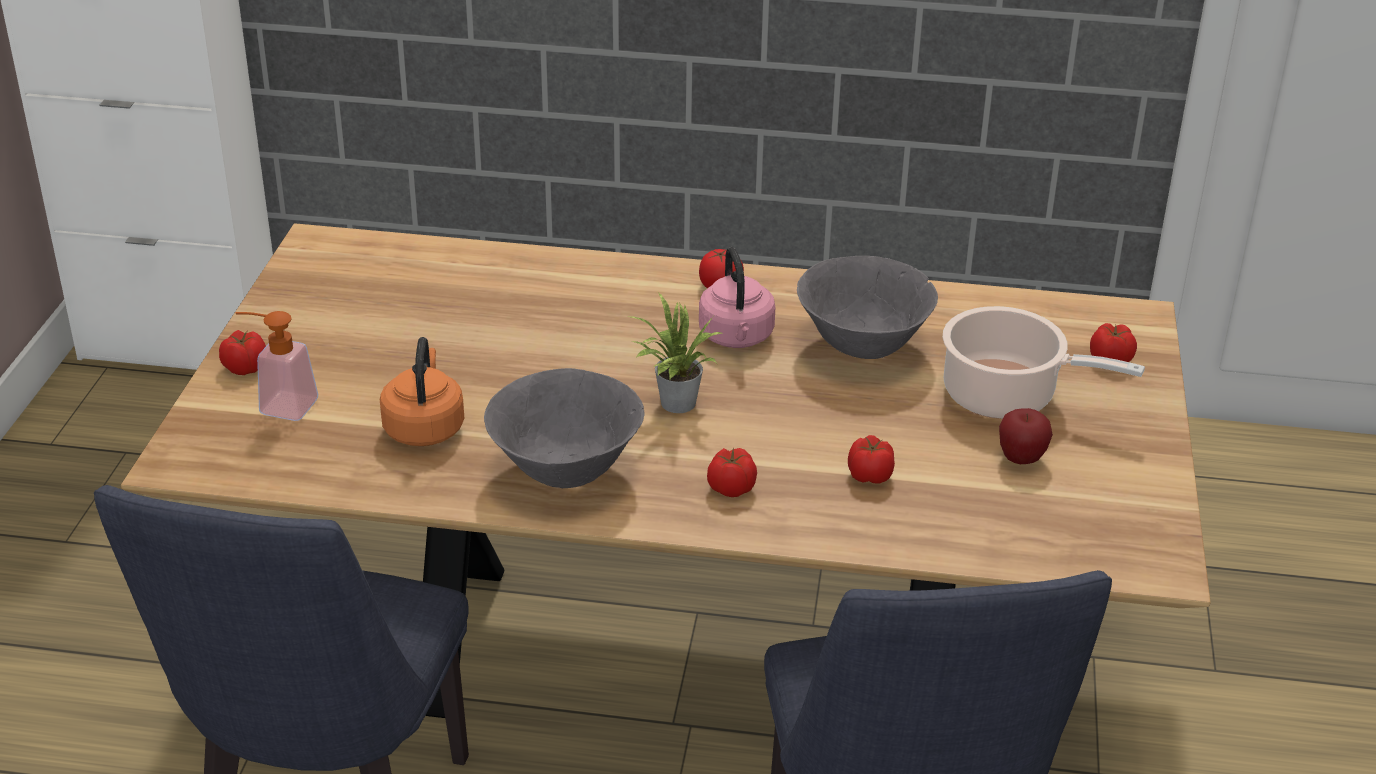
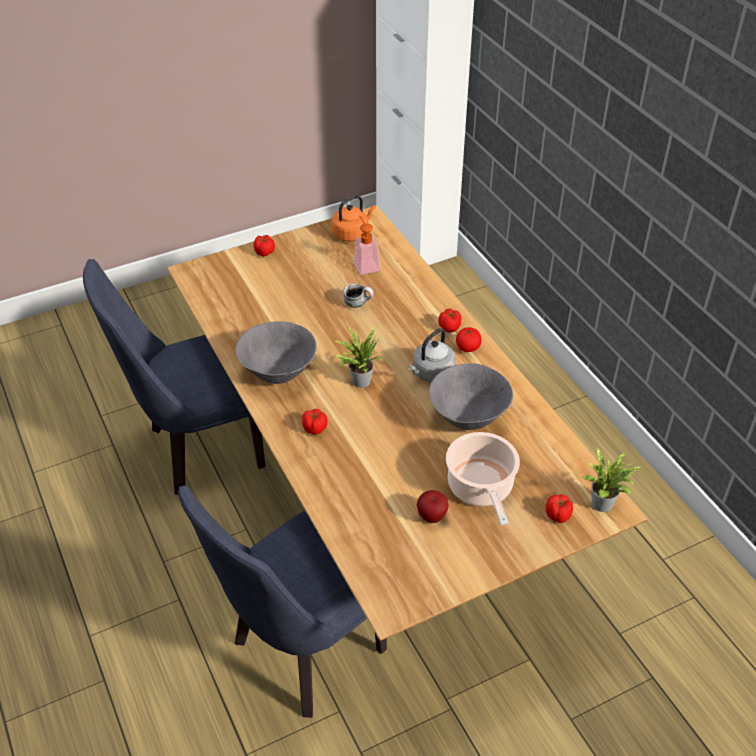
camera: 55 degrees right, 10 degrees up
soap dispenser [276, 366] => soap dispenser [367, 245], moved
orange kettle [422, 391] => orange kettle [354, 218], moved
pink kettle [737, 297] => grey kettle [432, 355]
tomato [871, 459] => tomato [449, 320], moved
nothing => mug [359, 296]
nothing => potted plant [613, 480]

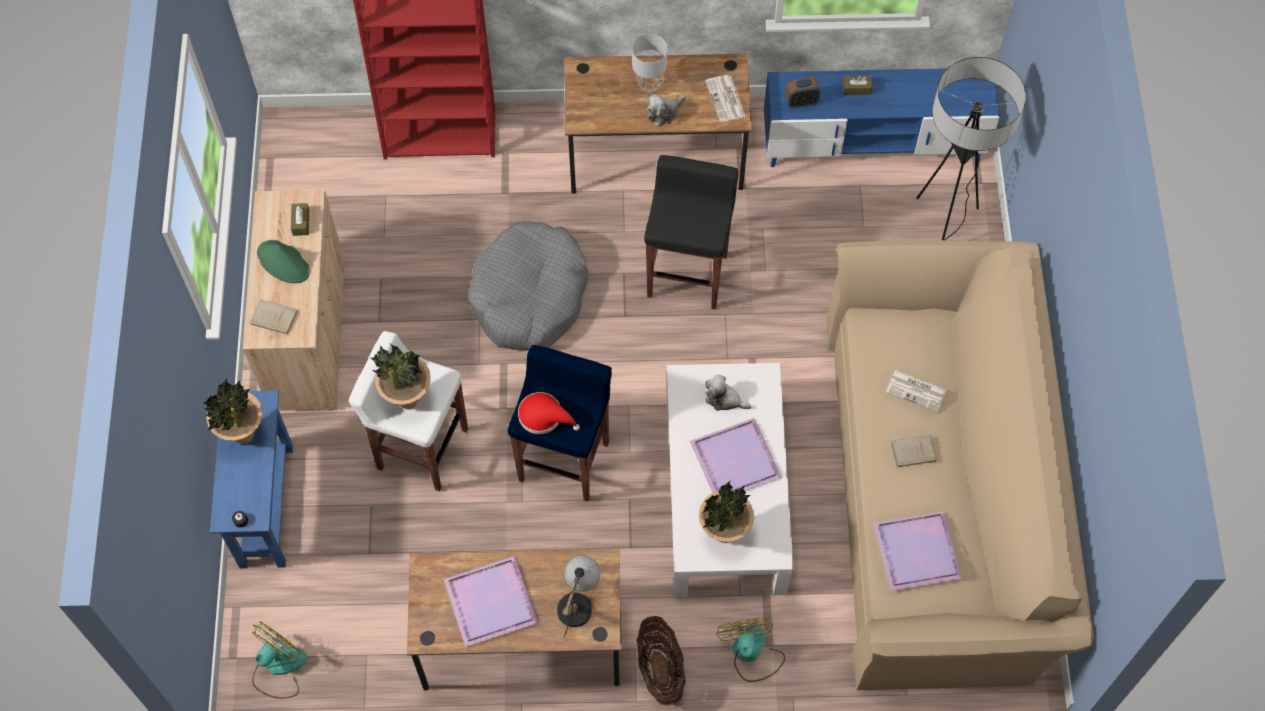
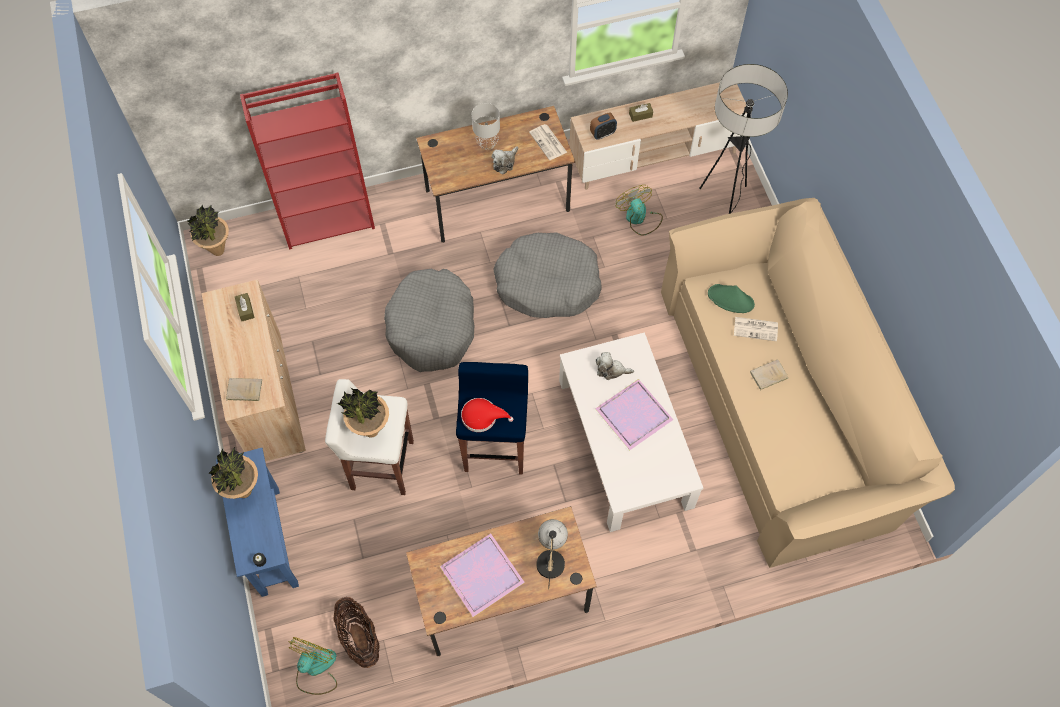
camera: 15 degrees left, 0 degrees up
green hat [283, 261] => green hat [731, 298], moved
basket [661, 661] => basket [356, 632], moved
black stool [691, 232] => grey dog bed [547, 275]
potted plant [726, 512] => potted plant [208, 230], moved
fan [750, 650] => fan [639, 210], moved
blue tv stand [881, 117] => beige tv stand [658, 136]
purple tray [917, 551] => nothing

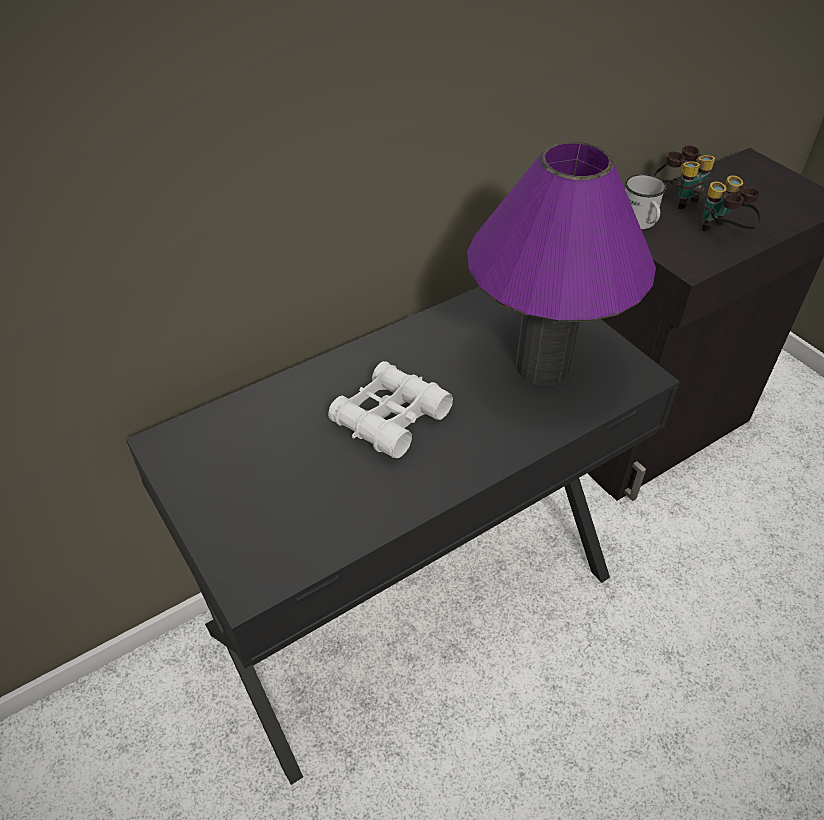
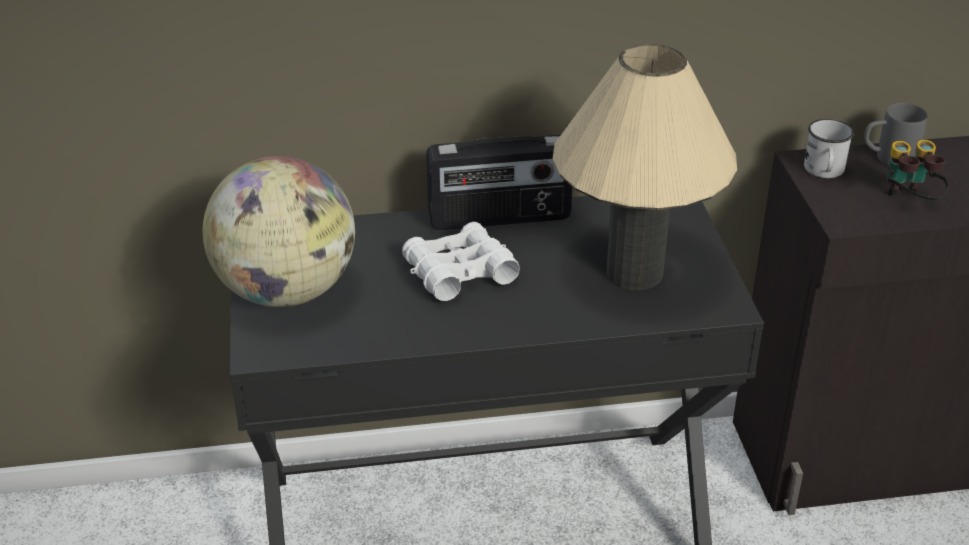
camera: 25 degrees right, 10 degrees down
purple table lamp [561, 263] => beige table lamp [645, 167]
binoculars [684, 177] => grey mug [896, 134]
nothing => globe [279, 231]
nothing => radio [499, 182]

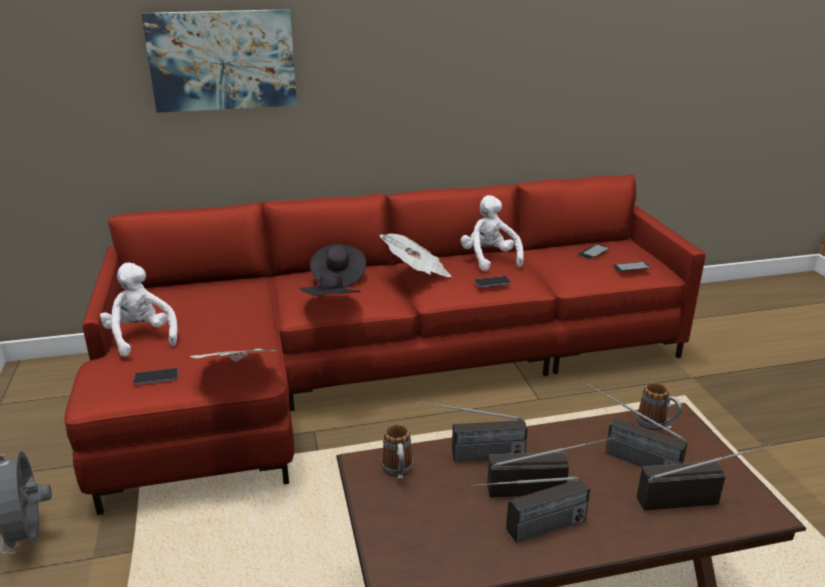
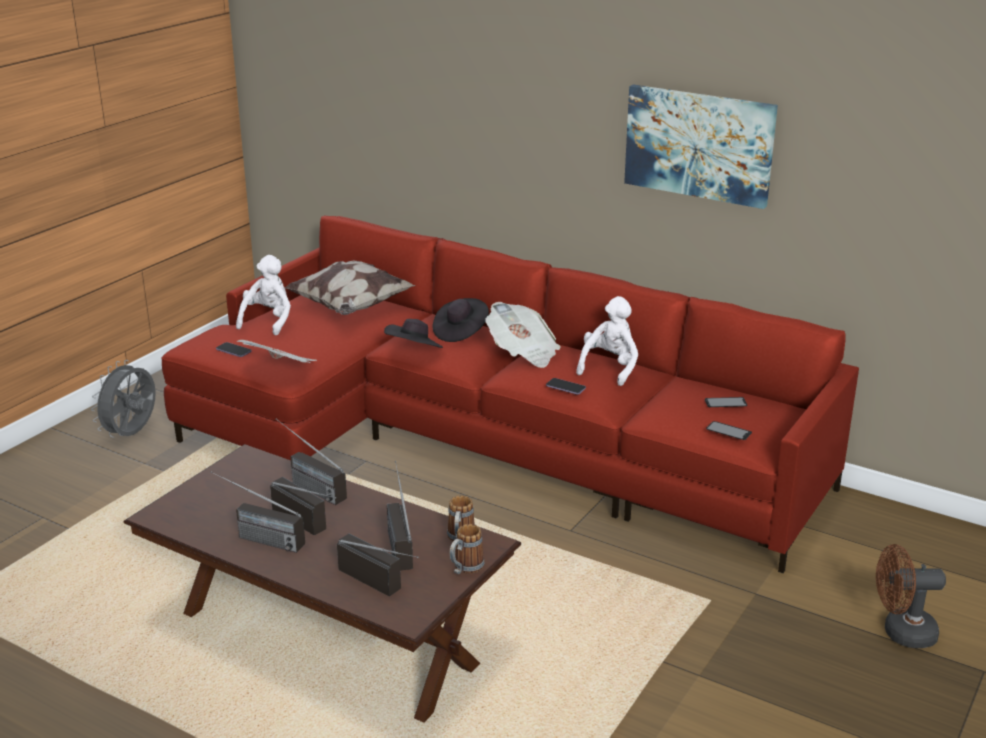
camera: 45 degrees right, 0 degrees up
picture [219, 61] => picture [701, 146], moved
mug [397, 452] => mug [467, 549], moved
nothing => pillow [350, 287]
nothing => brown fan [911, 596]

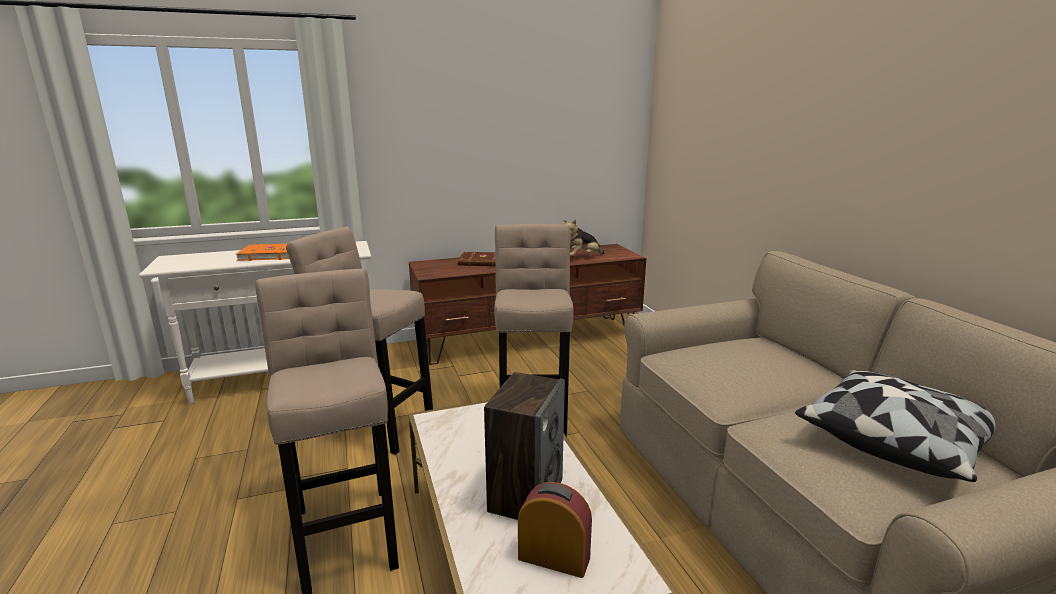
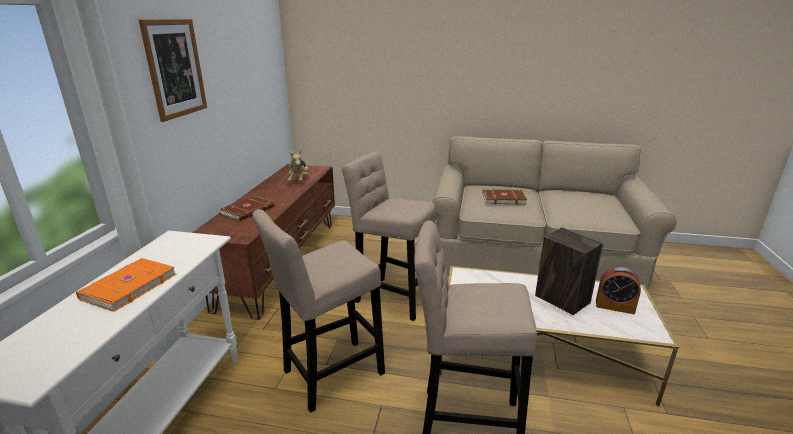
camera: 60 degrees left, 5 degrees up
alarm clock [555, 530] => alarm clock [618, 290], 120 degrees counterclockwise
pillow [895, 426] => nothing
nothing => picture [173, 70]
nothing => brown book [504, 197]

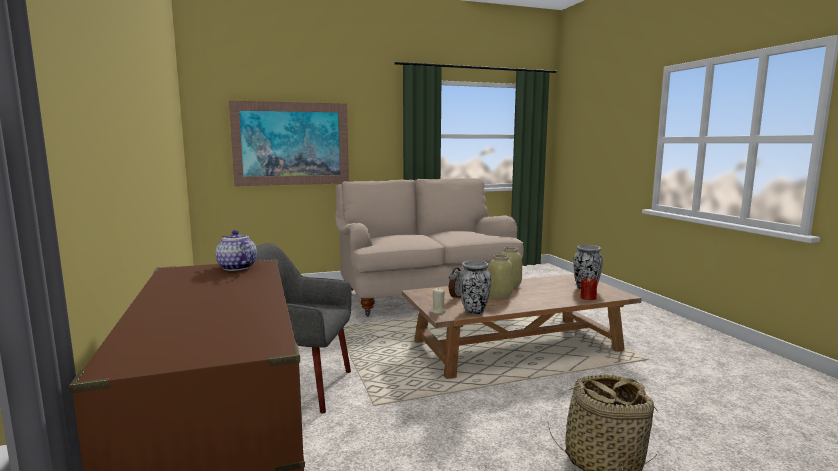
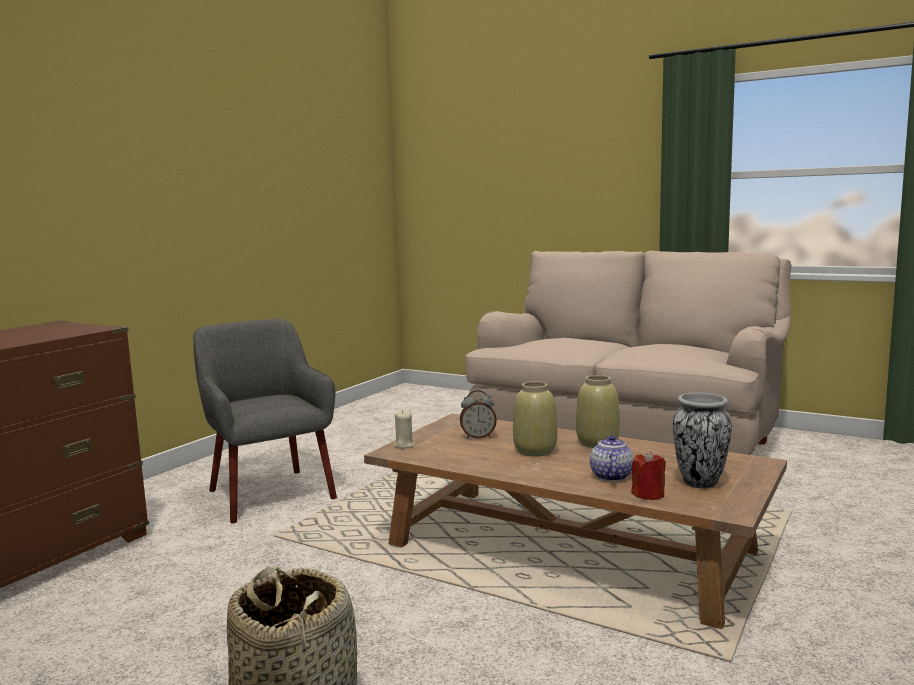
camera: 50 degrees right, 0 degrees up
teapot [236, 250] => teapot [612, 458], moved
picture [289, 143] => nothing
vase [475, 288] => nothing

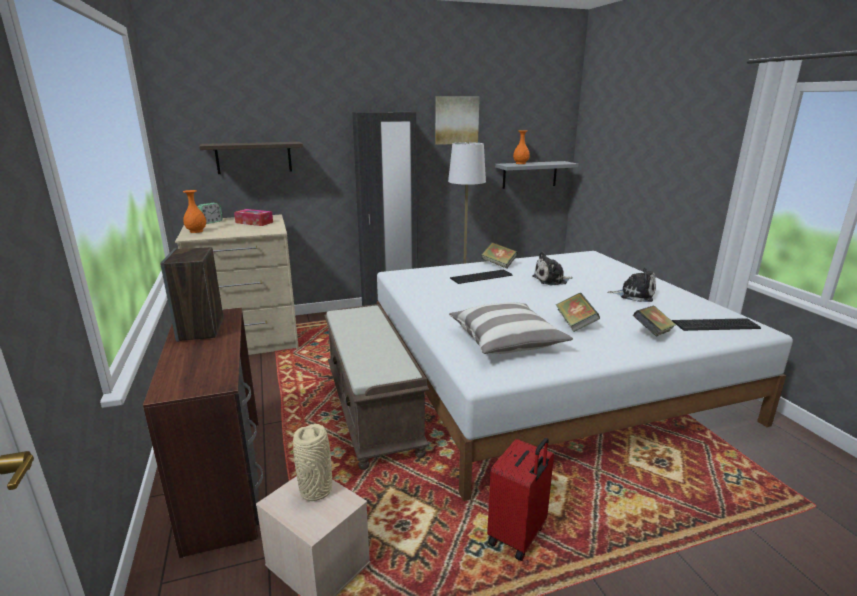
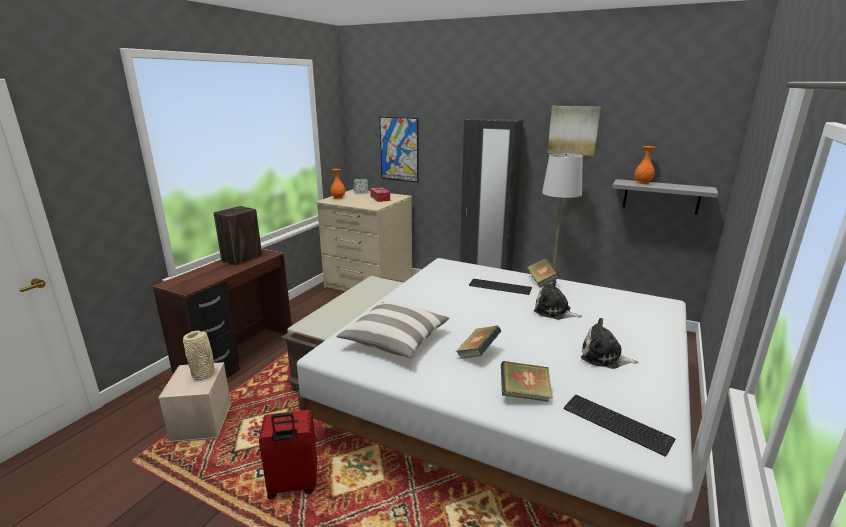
camera: 45 degrees right, 0 degrees up
shelf [251, 158] => picture [399, 149]
plush toy [631, 285] => plush toy [609, 343], 135 degrees clockwise

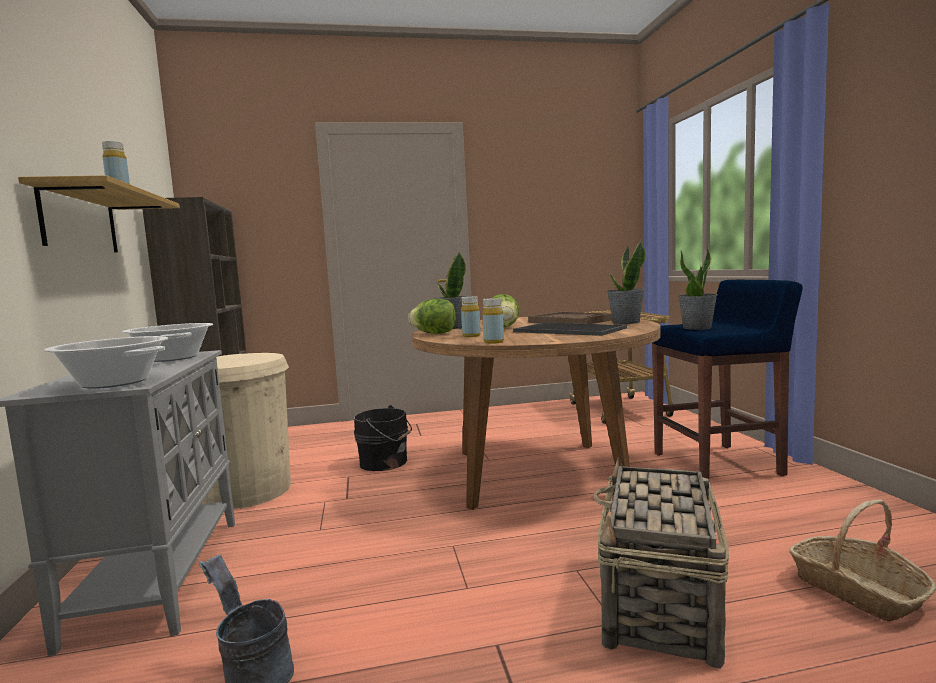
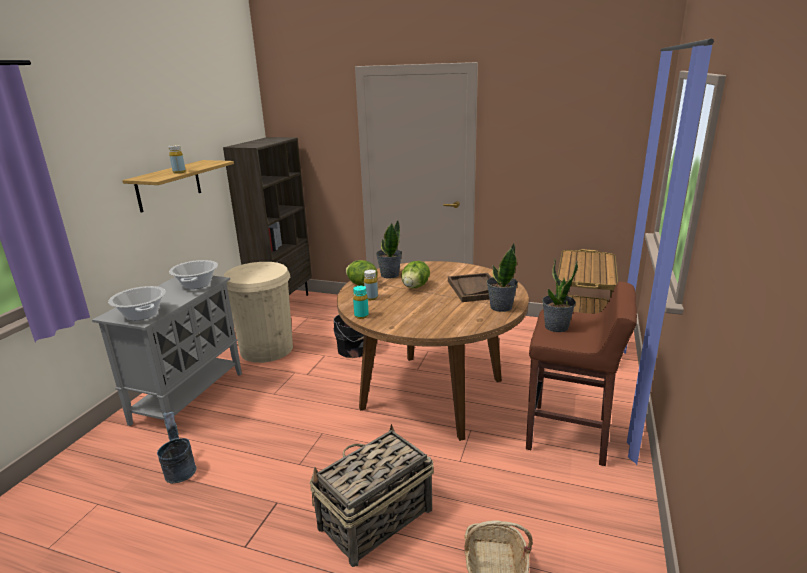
camera: 30 degrees right, 15 degrees up
yellow bottle [493, 321] => turquoise bottle [361, 302]
tray [570, 329] => nothing
blue stool [727, 379] => brown stool [581, 374]

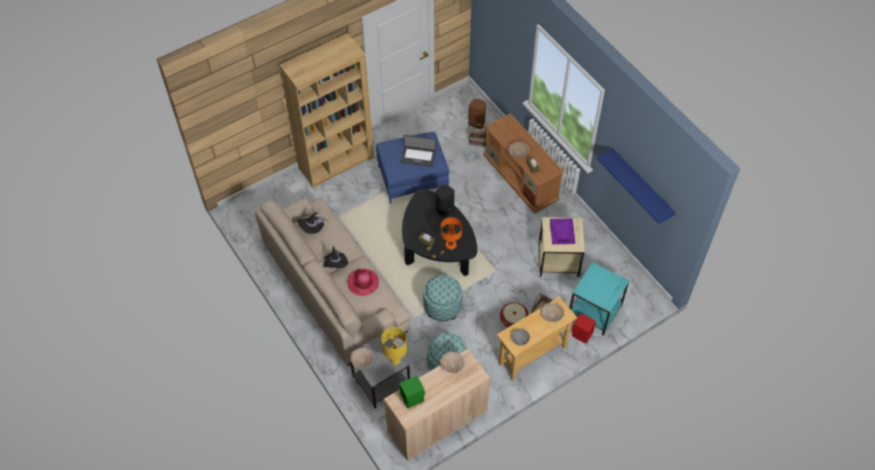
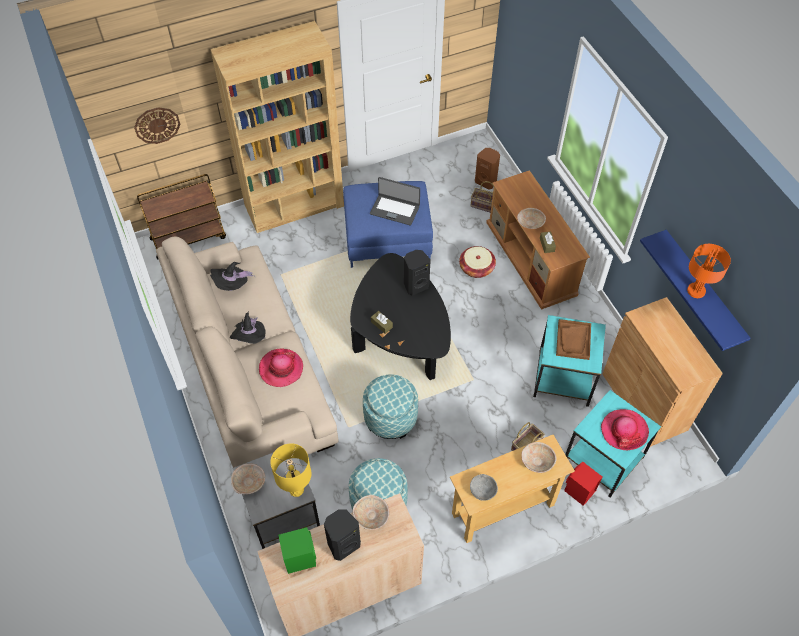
camera: 10 degrees right, 0 degrees up
orange table lamp [451, 233] => orange table lamp [709, 271], moved
basket [514, 314] => basket [477, 262], moved
beige side table [562, 247] => turquoise side table [569, 361]
purple tray [562, 231] => brown tray [573, 339]
nothing => wall clock [157, 125]
nothing => brown cart [181, 217]
nothing => black speaker [342, 535]
nothing => hat [625, 429]
nothing => brown cabinet [662, 372]

